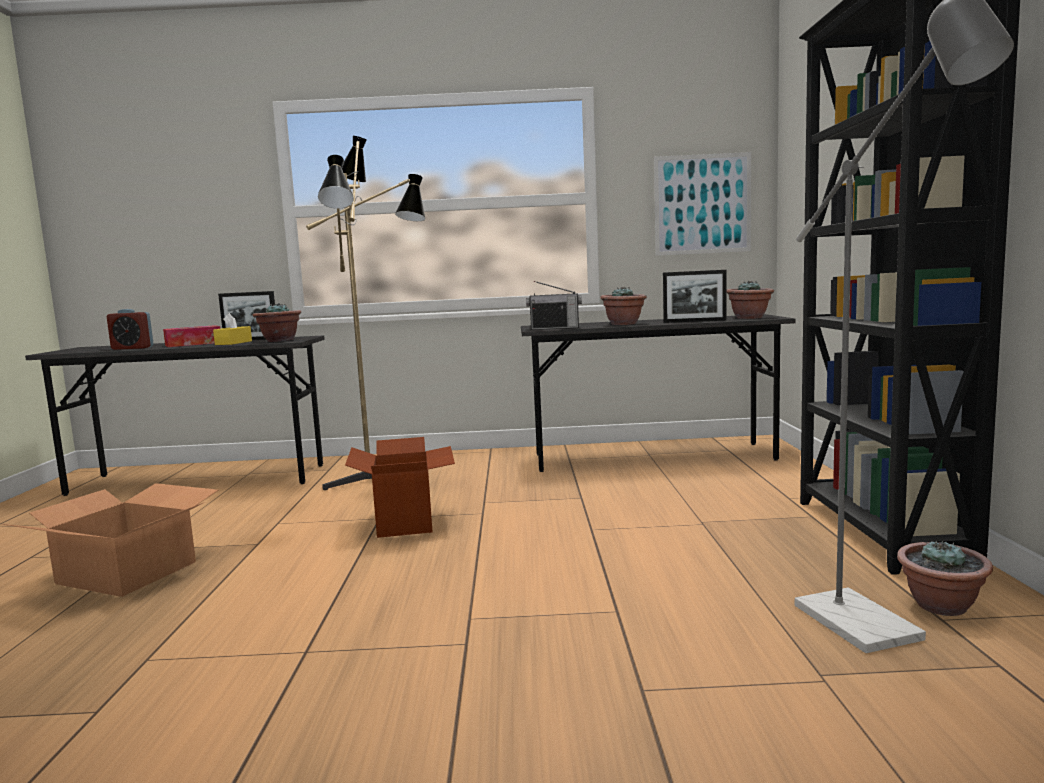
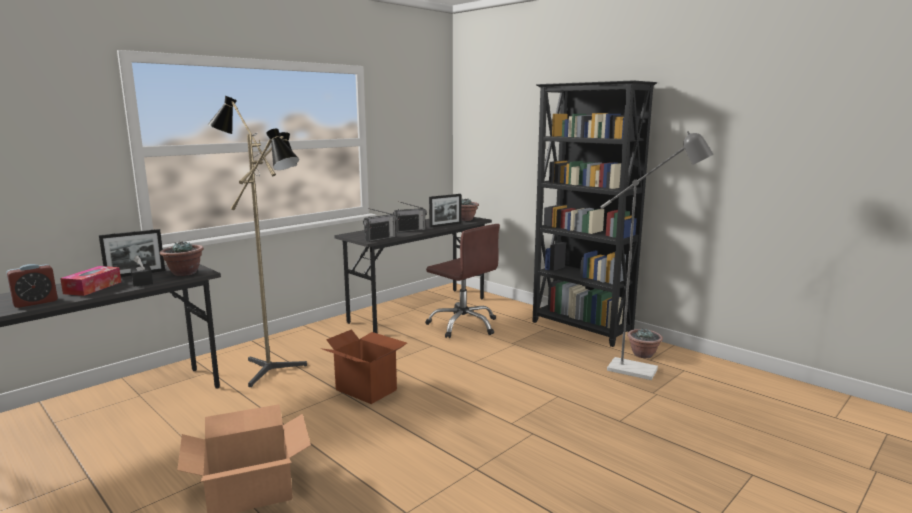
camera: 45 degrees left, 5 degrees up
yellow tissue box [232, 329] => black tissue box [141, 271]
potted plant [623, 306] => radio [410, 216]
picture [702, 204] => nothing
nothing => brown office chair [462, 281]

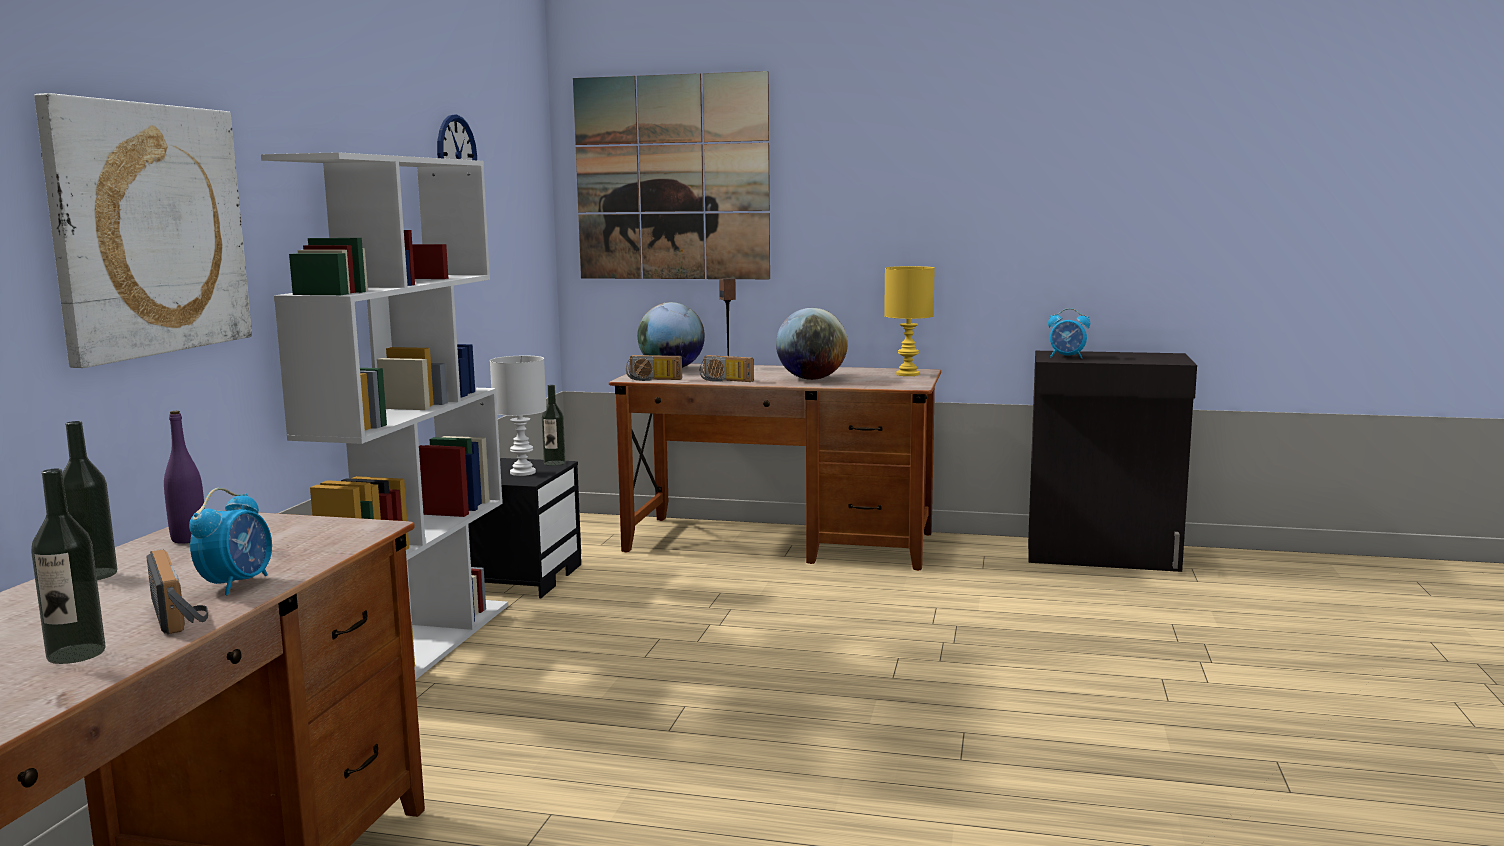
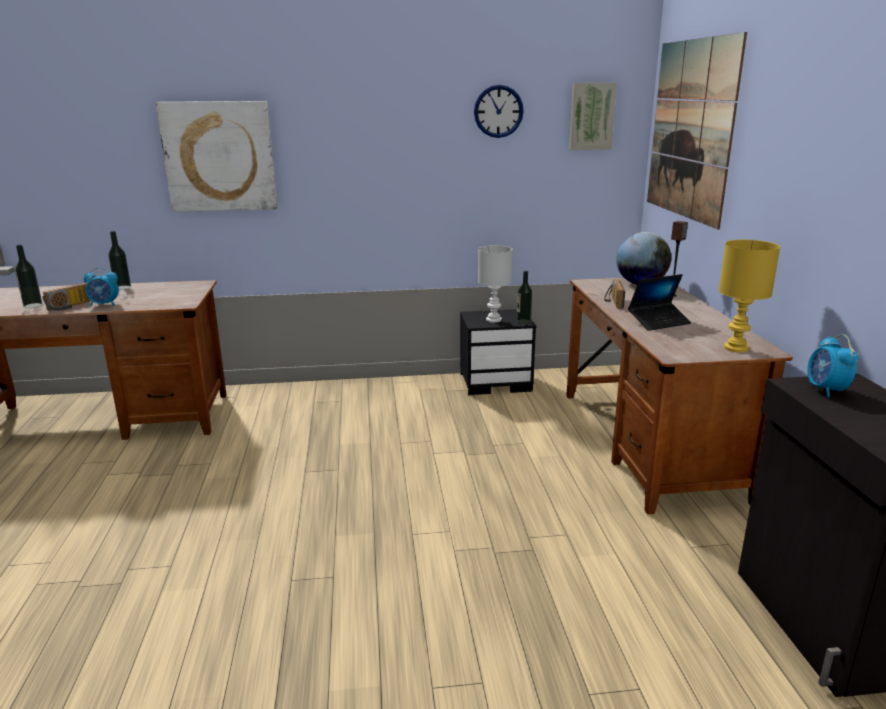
camera: 70 degrees right, 10 degrees up
purple bottle [184, 477] => nothing
white bookcase [384, 416] => nothing
radio [654, 368] => nothing
globe [812, 344] => laptop [659, 302]
nothing => picture [593, 116]

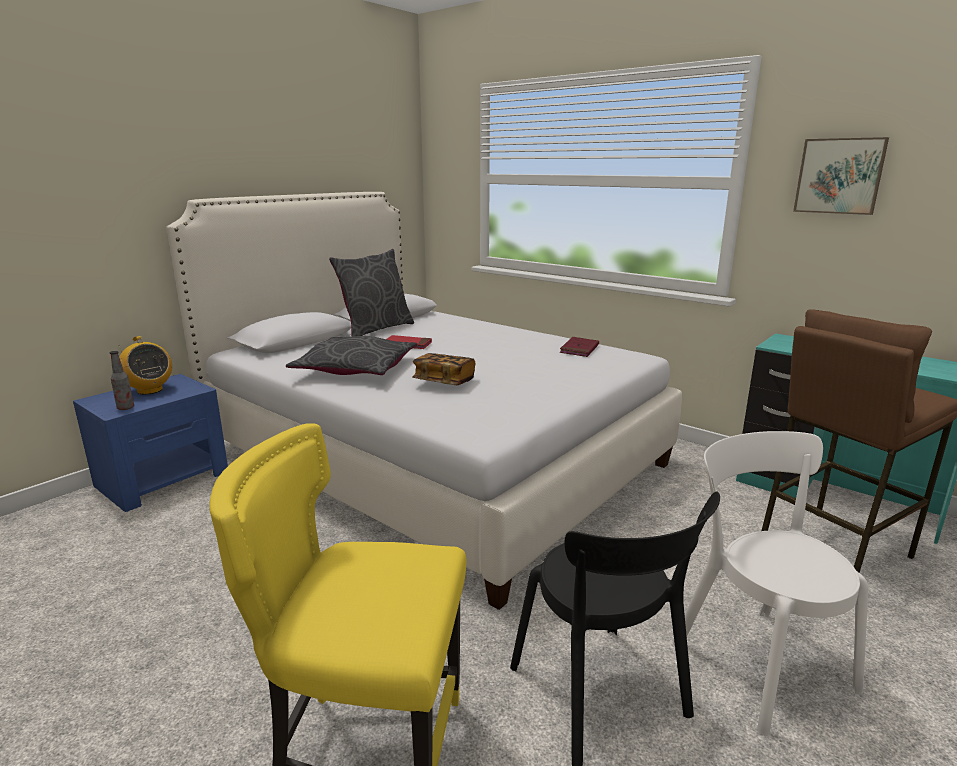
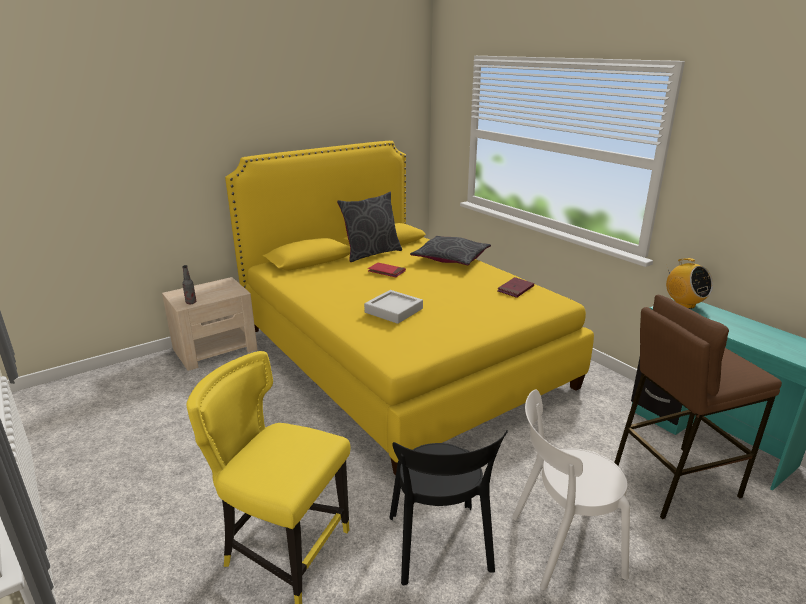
camera: 15 degrees right, 5 degrees up
blue nightstand [150, 443] => beige nightstand [210, 324]
radio [145, 365] => radio [689, 283], moved
white bed [424, 401] => yellow bed [409, 308]
grey pillow [351, 355] => grey pillow [450, 250], moved
book [443, 369] => grey tray [393, 307]
white chair [770, 583] => white chair [571, 490], 90 degrees counterclockwise
picture [841, 176] => nothing

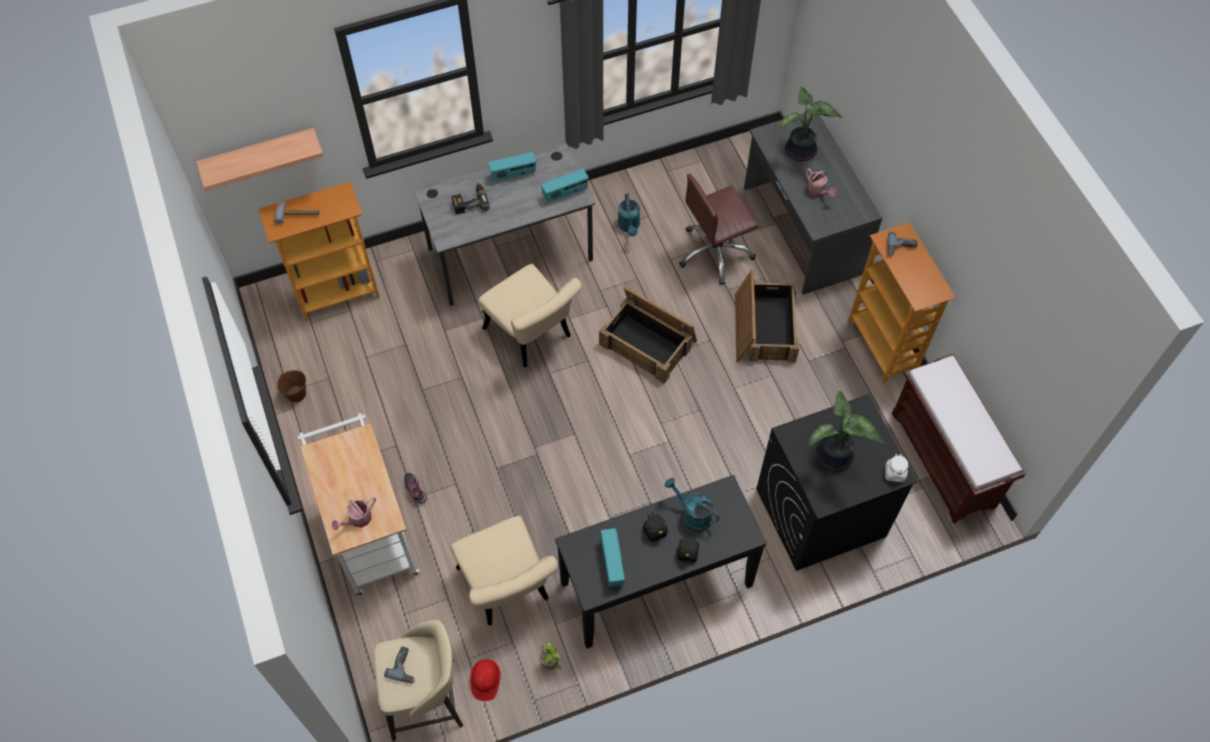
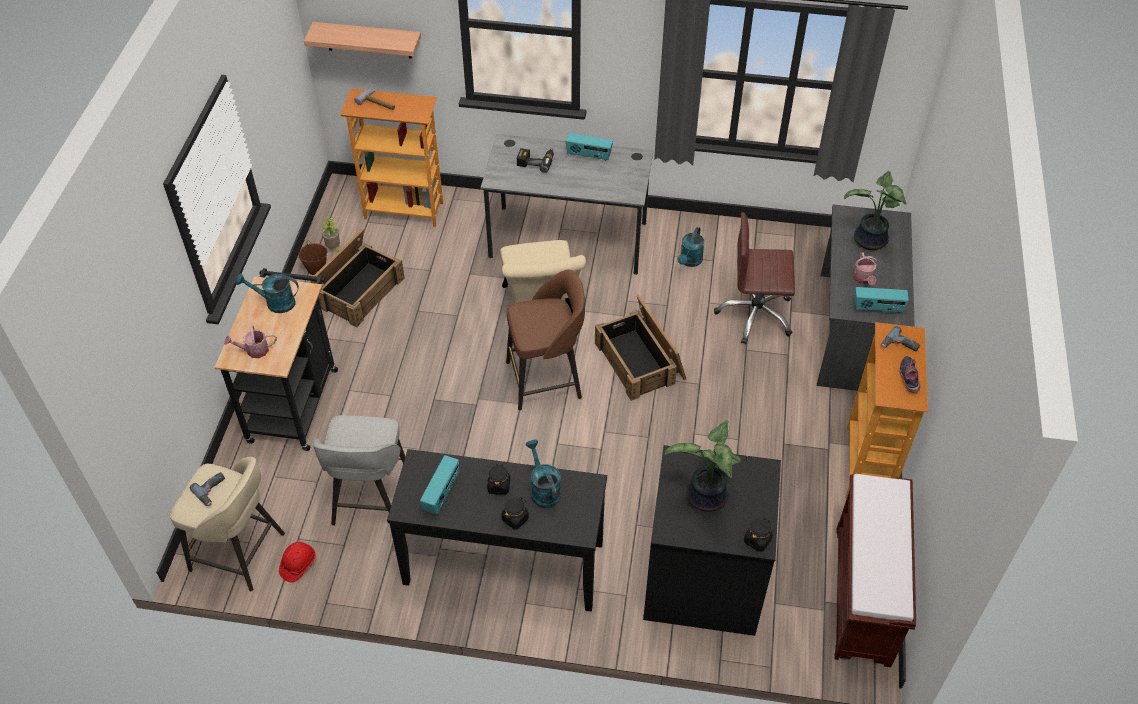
camera: 30 degrees right, 10 degrees down
white cart [359, 504] => black cart [276, 359]
shoe [415, 488] => shoe [910, 374], moved
beige chair [504, 571] => grey stool [359, 470]
potted plant [550, 655] => potted plant [331, 235], moved
radio [565, 186] => radio [881, 300], moved
crate [767, 316] => crate [358, 278], moved
white jar [896, 467] => black jar [758, 535]
nothing => turquoise watering can [267, 293]
nothing => brown stool [545, 339]

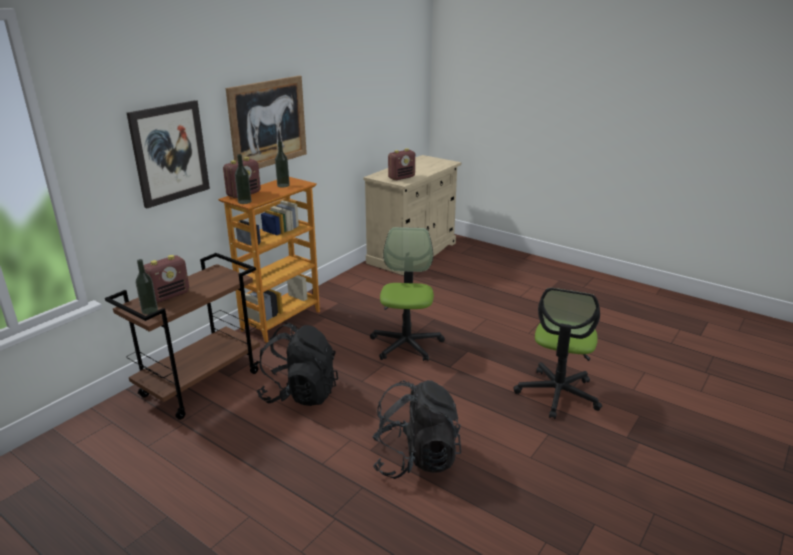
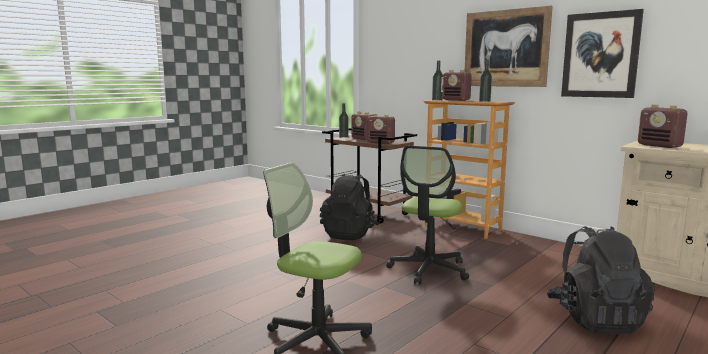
camera: 95 degrees right, 15 degrees down
picture [168, 154] => picture [602, 53], moved
office chair [407, 294] => office chair [427, 215], 105 degrees clockwise
black backpack [416, 429] => black backpack [601, 280], moved
nothing => radio [381, 129]

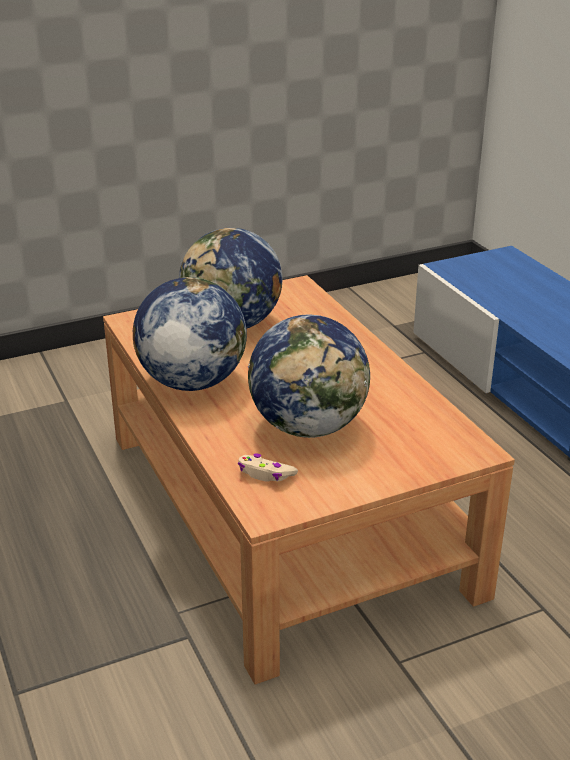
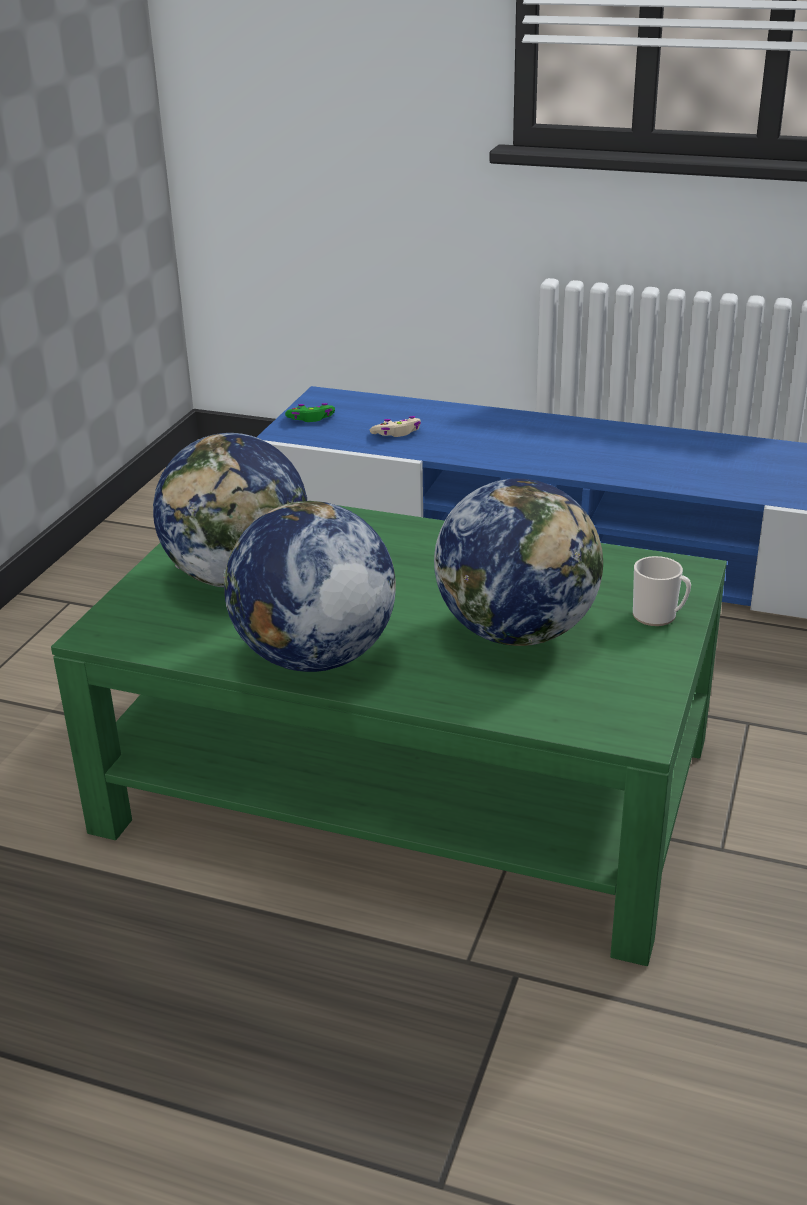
camera: 45 degrees left, 0 degrees up
brown coffee table [309, 480] => green coffee table [389, 735]
beige game controller [268, 467] => beige game controller [395, 426], moved
nothing => green game controller [310, 412]
nothing => mug [662, 591]

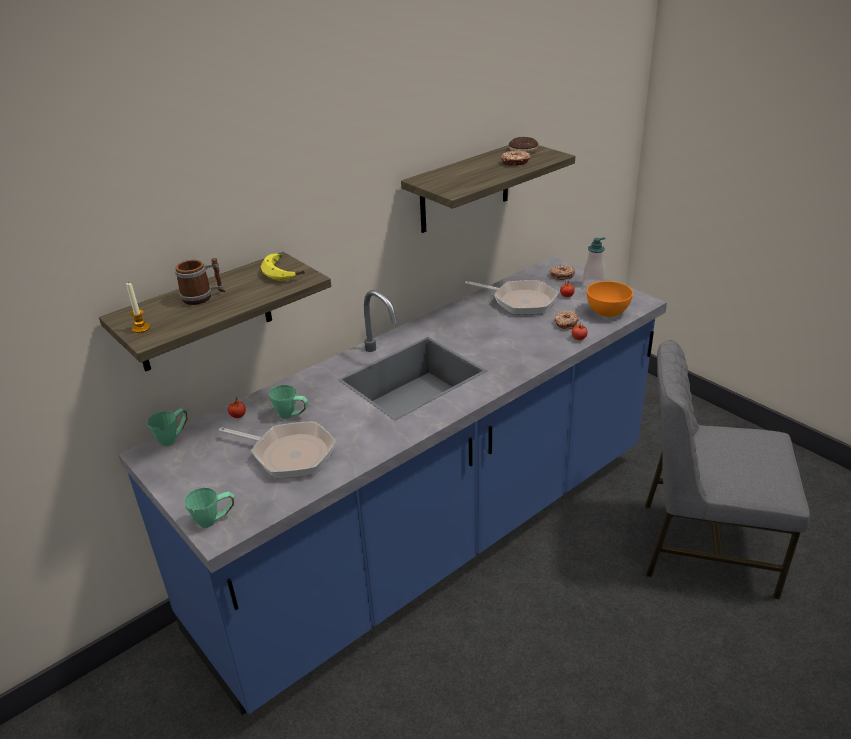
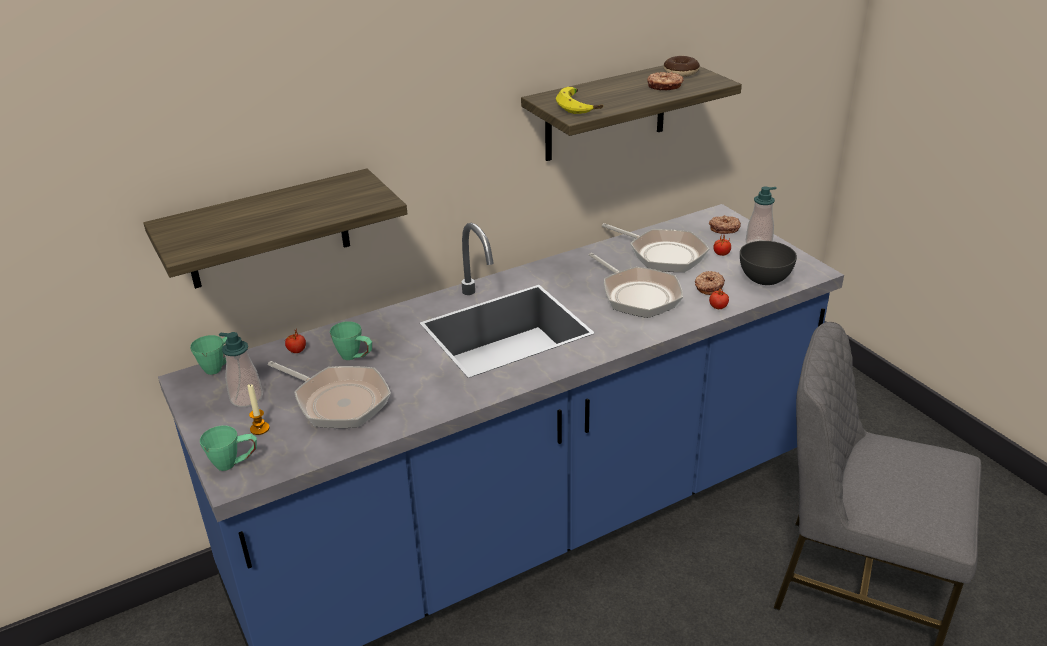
camera: 10 degrees right, 0 degrees up
candle [138, 307] => candle [258, 409], moved
mug [200, 281] => nothing
banana [283, 267] => banana [579, 100], moved
orange bowl [610, 299] => grey bowl [768, 263]
nothing => soap dispenser [241, 369]
nothing => frying pan [636, 285]

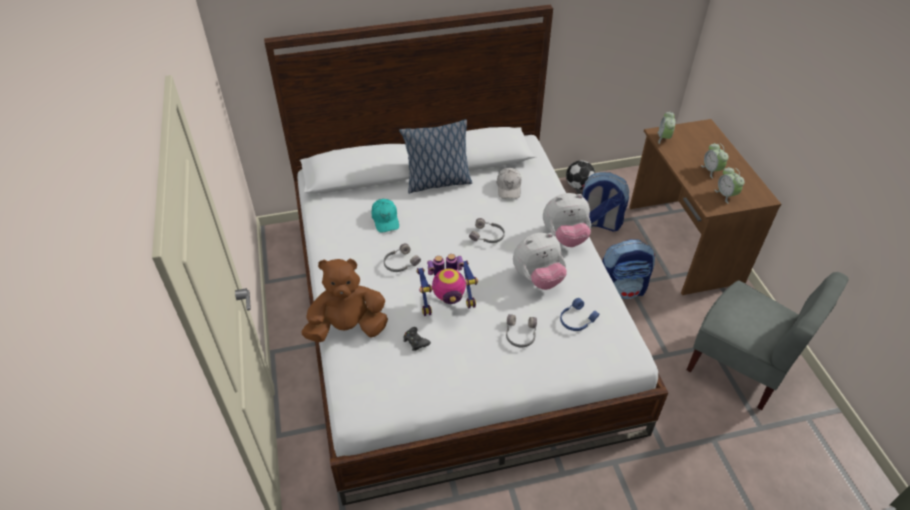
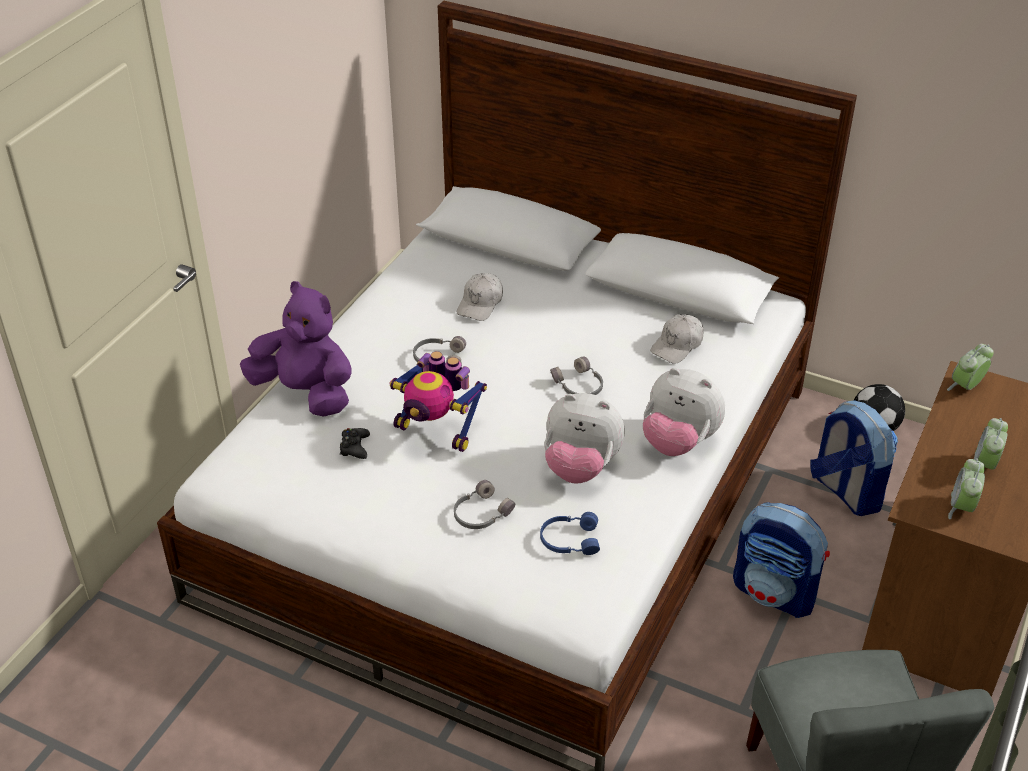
camera: 40 degrees right, 5 degrees down
brown plush toy [344, 301] => purple plush toy [295, 349]
turquoise cap [385, 216] => white cap [480, 297]
pillow [435, 156] => nothing

